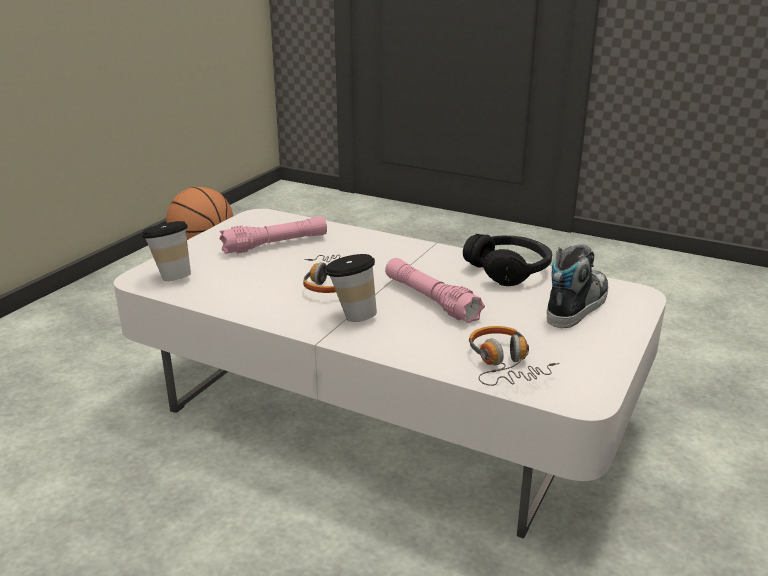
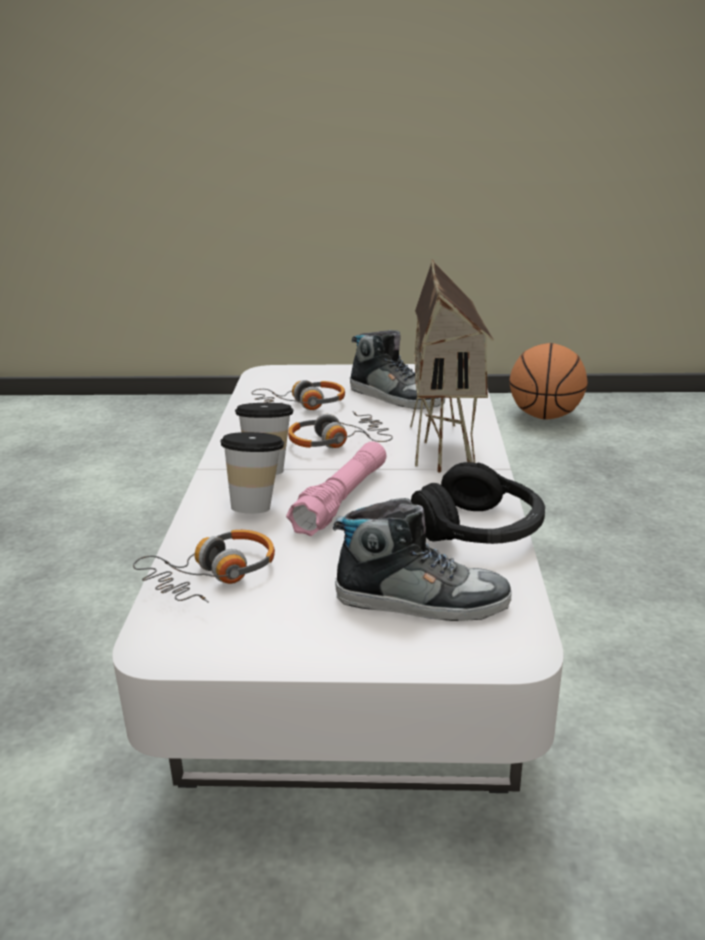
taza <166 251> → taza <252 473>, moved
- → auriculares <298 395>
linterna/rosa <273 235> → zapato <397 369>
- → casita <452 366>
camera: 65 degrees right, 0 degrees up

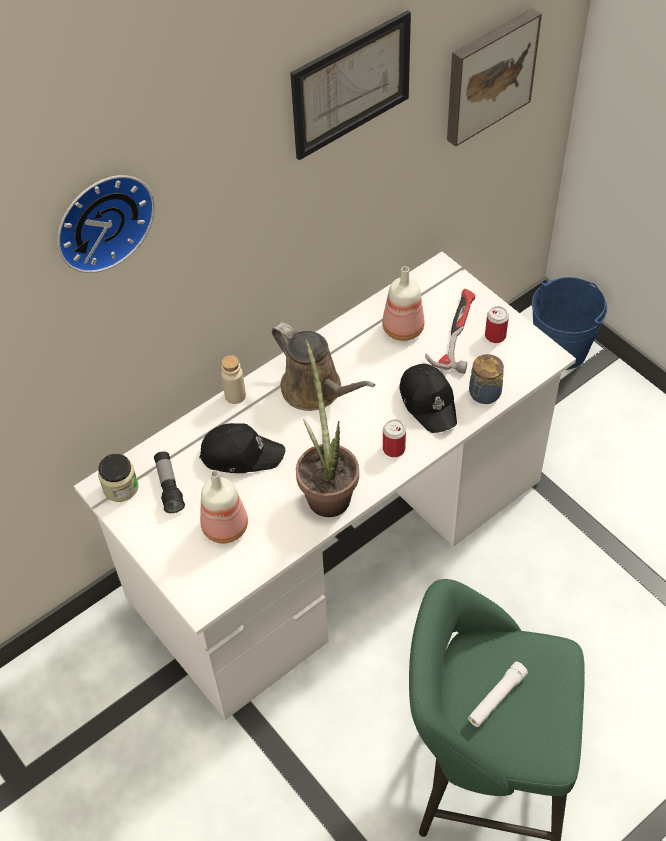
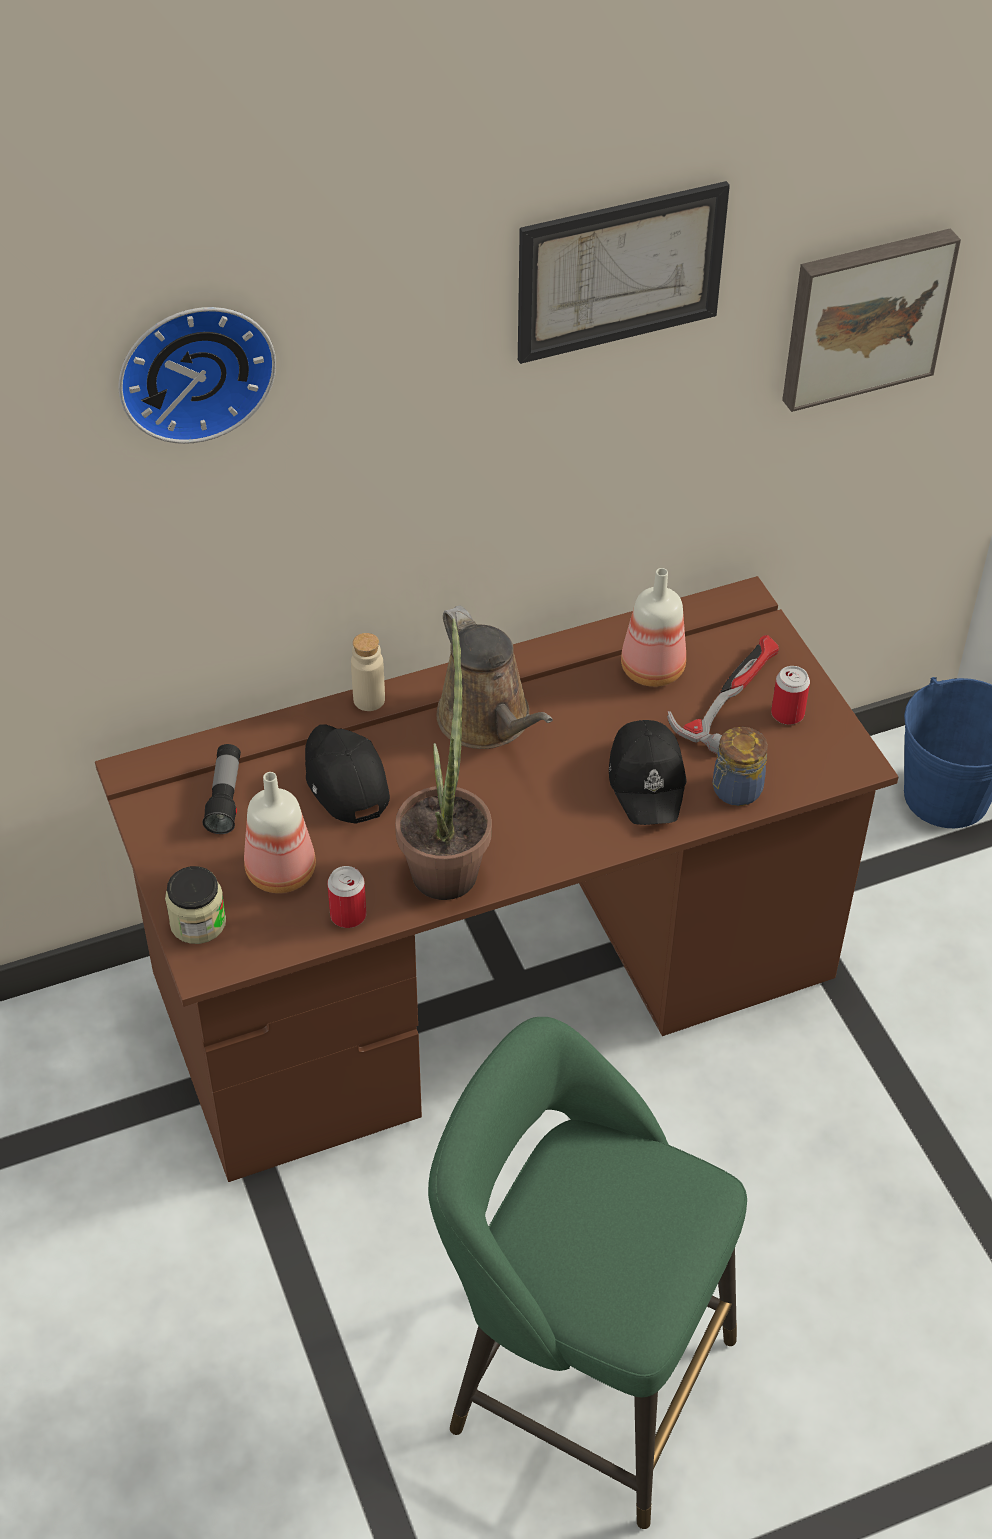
escritorio/blanco <325 485> → escritorio/marrón <497 879>
tarro <118 478> → tarro <195 905>, moved
gorra/negro <243 448> → gorra/negro <347 773>, 135 degrees counterclockwise
lata <394 438> → lata <347 897>, moved
linterna/blanco <498 694> → -
camera: 15 degrees right, 5 degrees down

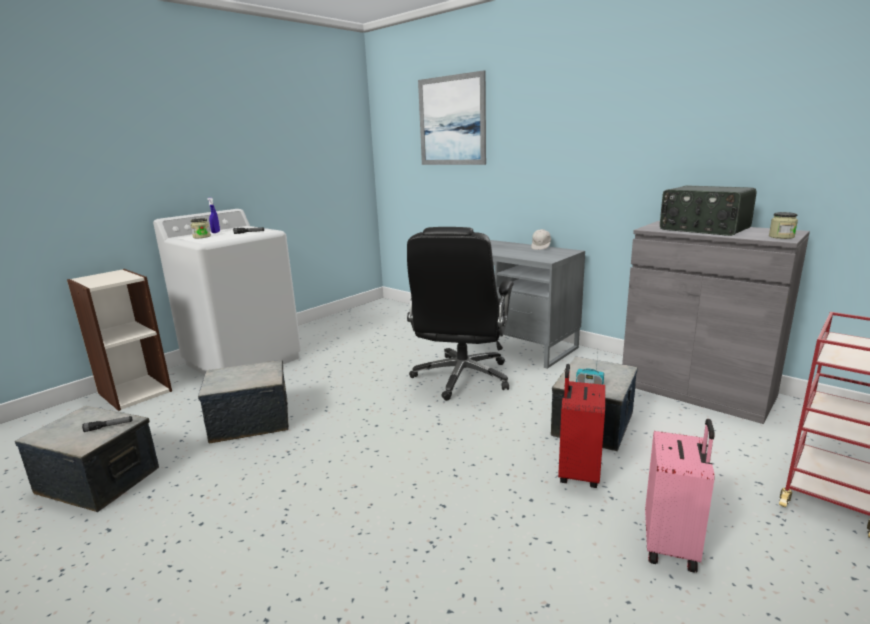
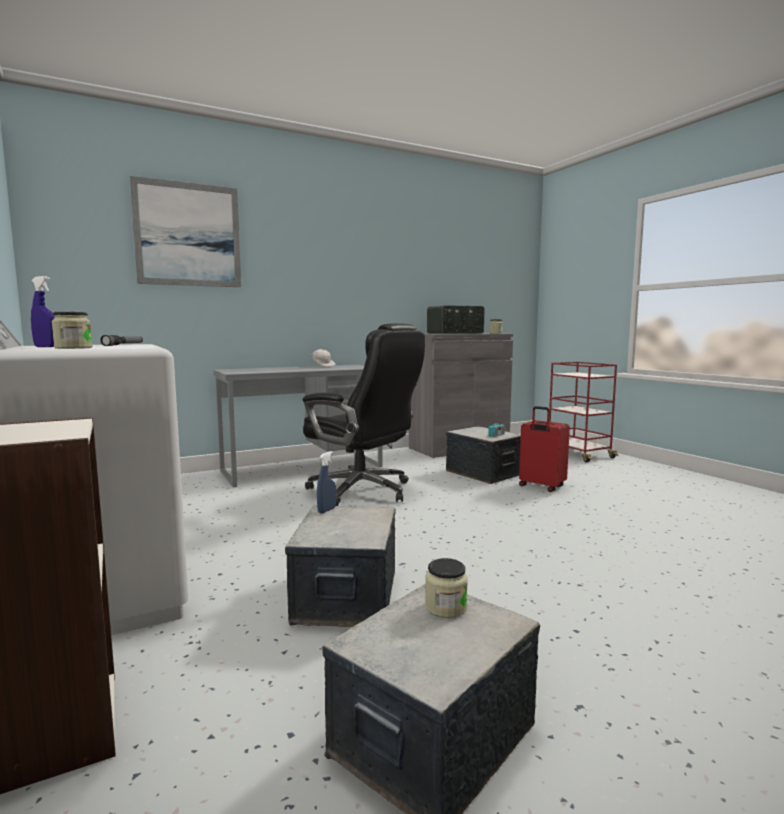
- → pulverizador/azul <326 482>
linterna <107 424> → tarro <446 588>
maleta/rosa <680 496> → -
camera: 70 degrees left, 10 degrees down

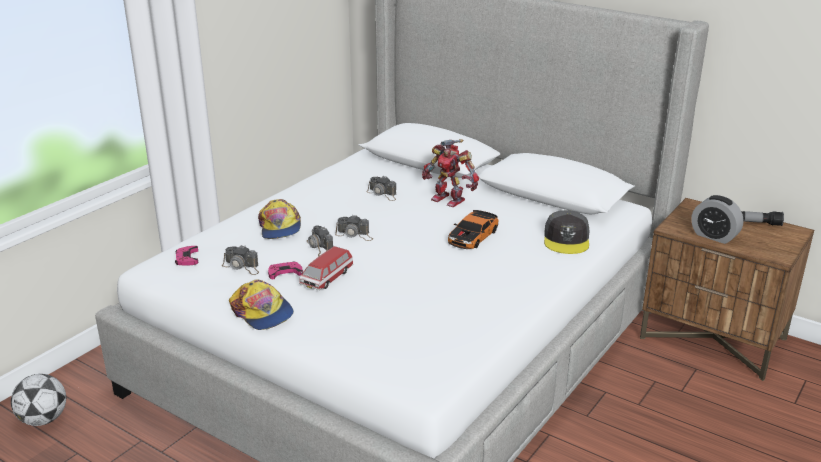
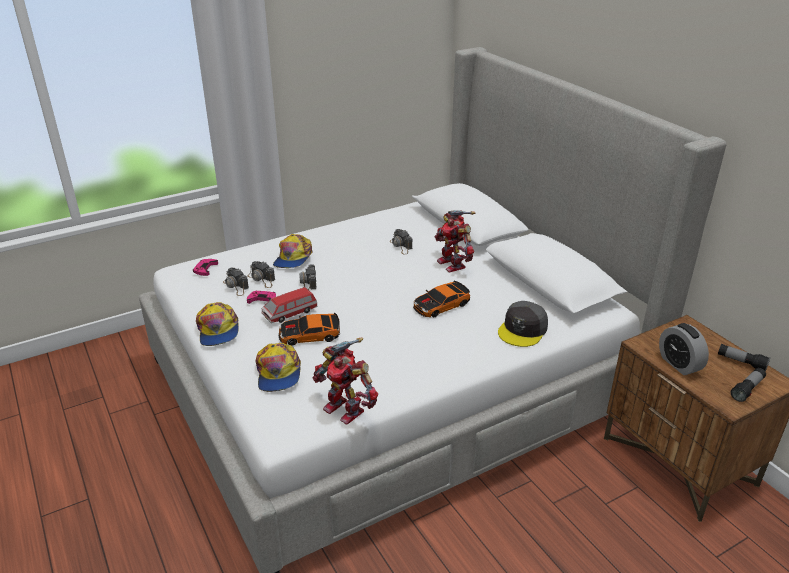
cámara <354 228> → cámara <261 274>, moved
- → gorra <278 367>
- → coche de juguete <309 329>
- → robot de juguete <345 381>
- → linterna <748 385>
balón de fútbol <38 400> → -
camera: 25 degrees right, 5 degrees up

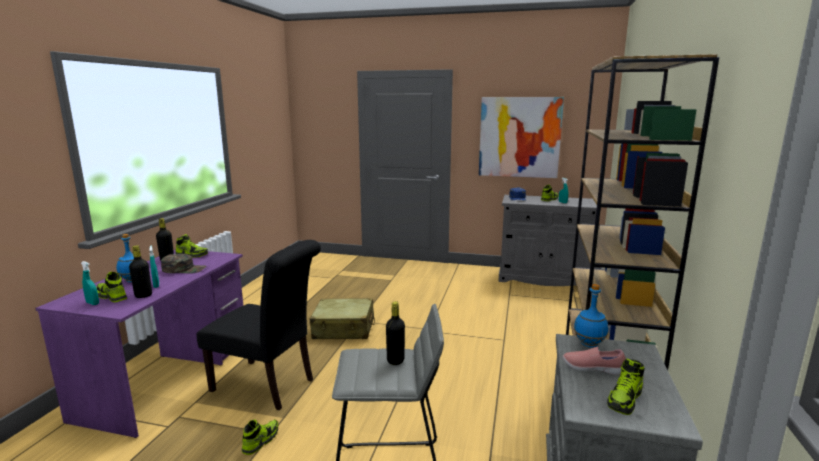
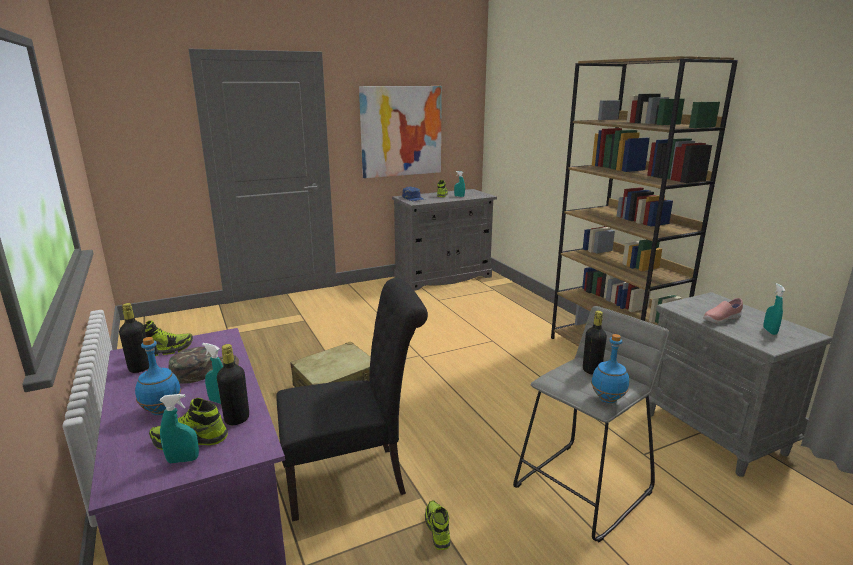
botella/azul <591 316> → botella/azul <610 368>, moved
zapato <625 387> → pulverizador/turquesa <774 309>
camera: 40 degrees left, 5 degrees up

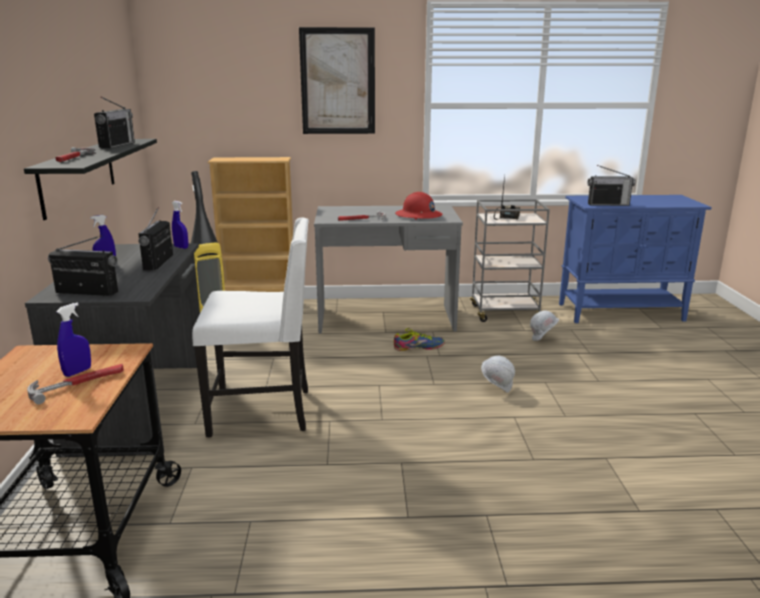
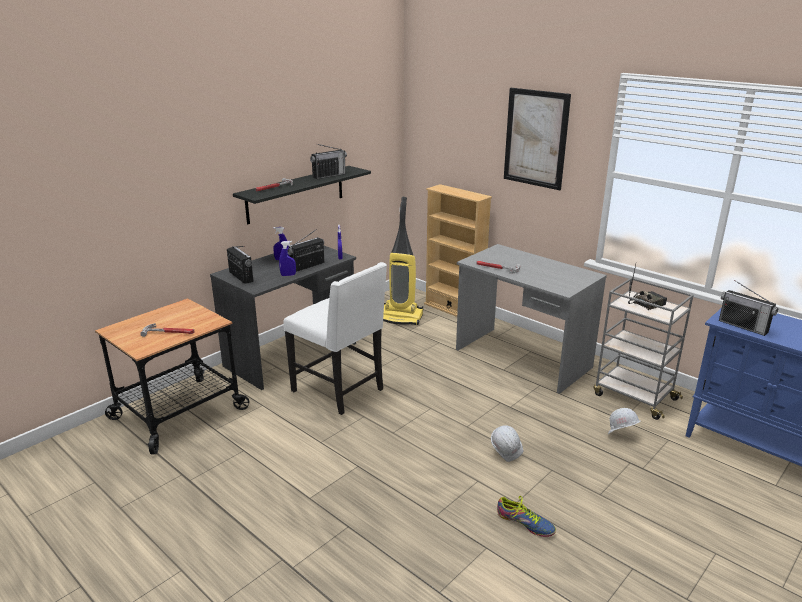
pulverizador/azul <73 340> → pulverizador/azul <287 258>, moved
zapato <419 339> → zapato <526 516>, moved
casco/rojo <419 206> → -
camera: 45 degrees right, 5 degrees up

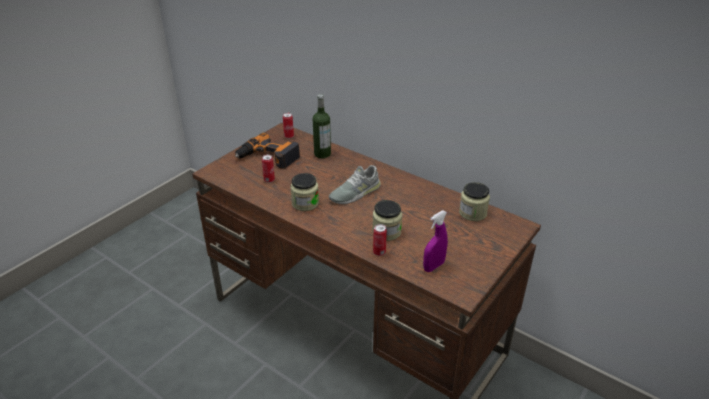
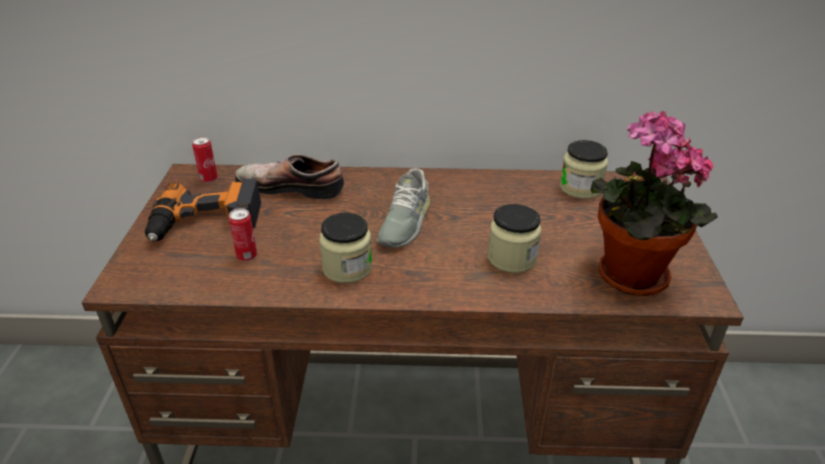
botella <322 126> → zapato <289 176>
pulverizador/morado <435 241> → planta en maceta <654 203>
lata <380 240> → -
camera: 35 degrees left, 0 degrees up

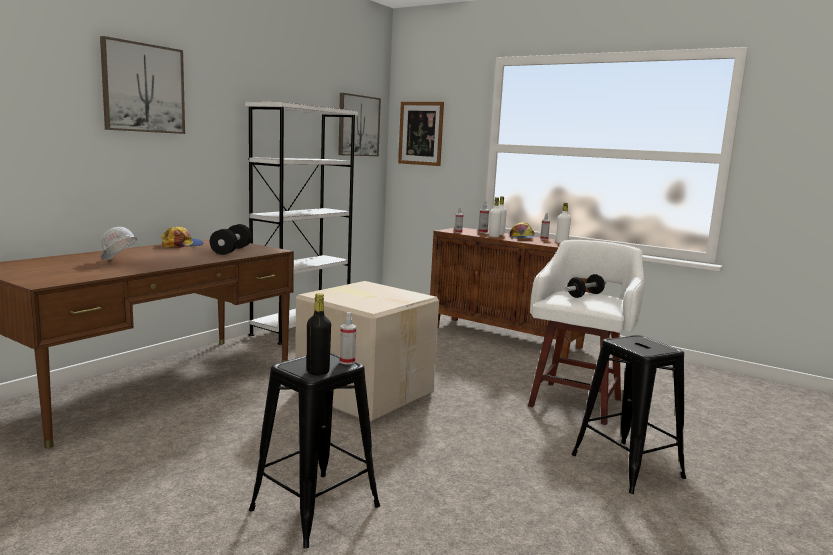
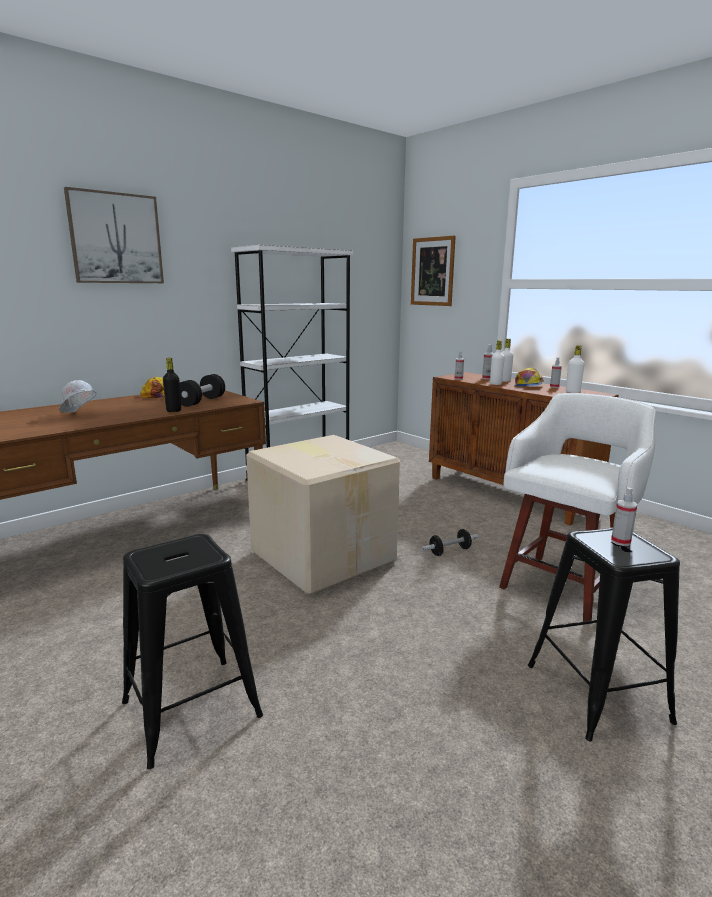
botella/negro <319 334> → botella/negro <172 385>, moved
mancuerna <585 286> → mancuerna <450 542>, moved
pulverizador <348 338> → pulverizador <624 516>, moved
cuadro <359 124> → -
camera: 15 degrees right, 5 degrees up

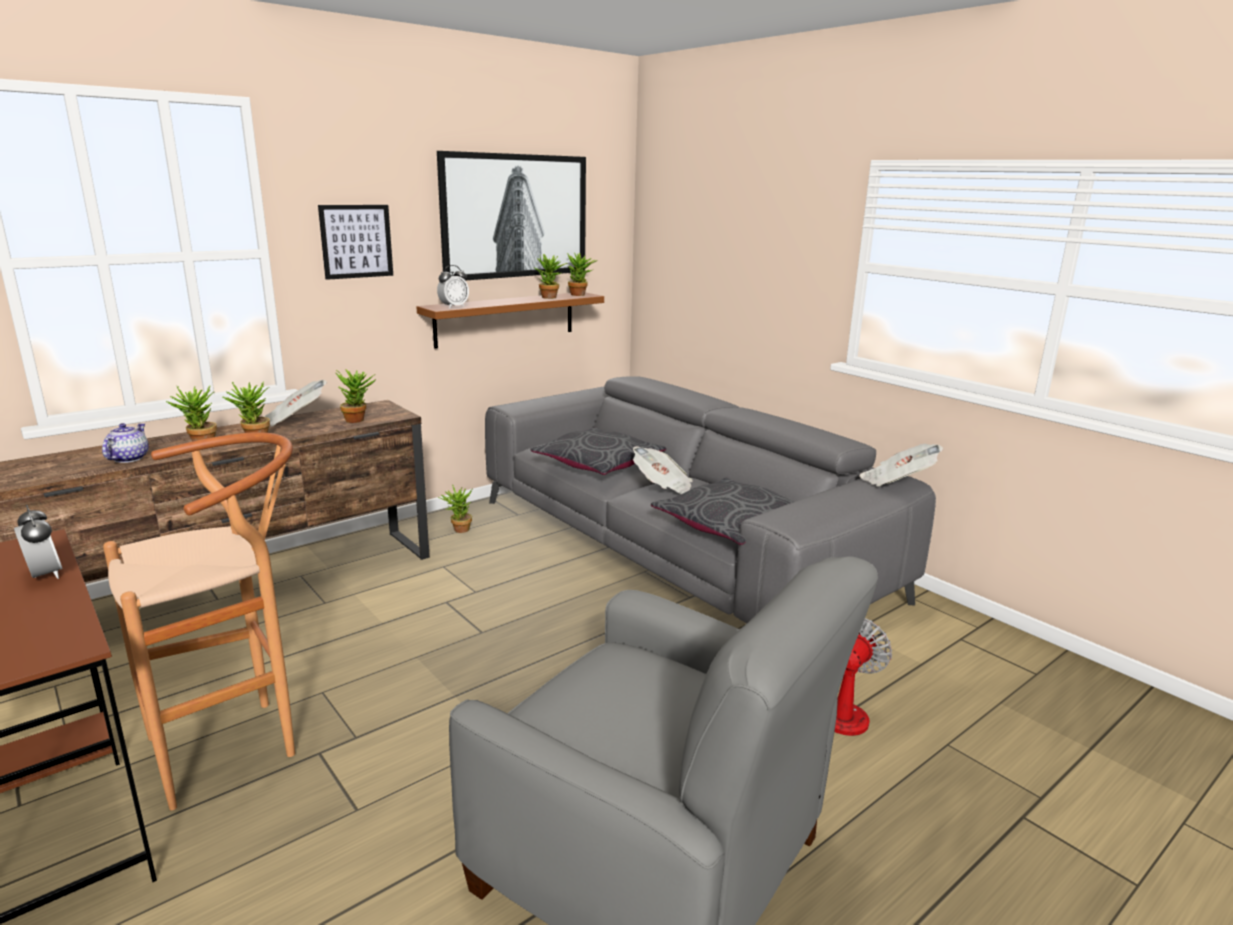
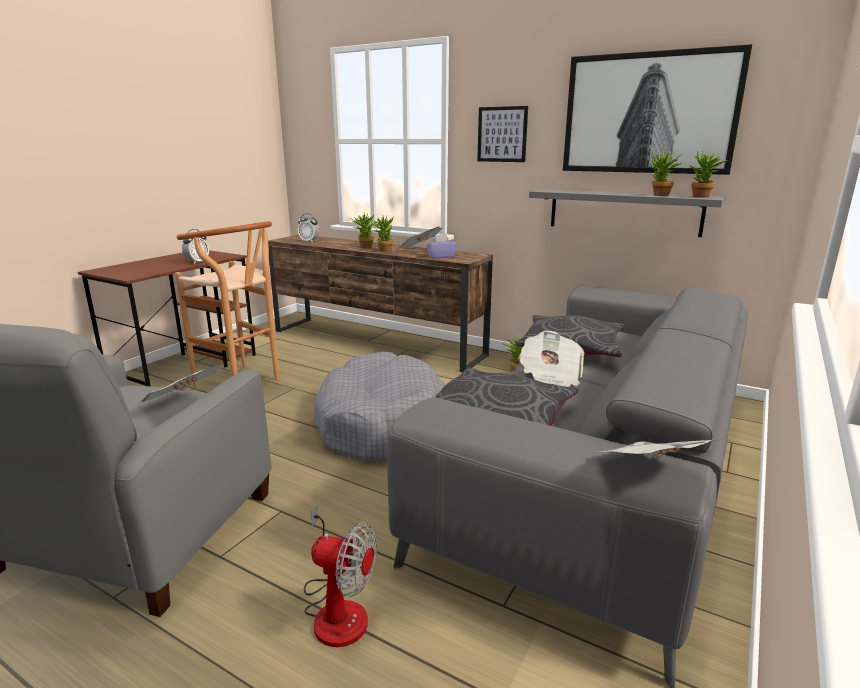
- → periódico <180 384>
despertador <453 287> → despertador <309 228>, moved
- → cama para perro/gris <379 407>
planta en maceta <355 396> → caja de pañuelos/morado <441 246>
estante/marrón <510 320> → estante/gris <627 213>
tetera <125 443> → -
camera: 70 degrees right, 0 degrees up

